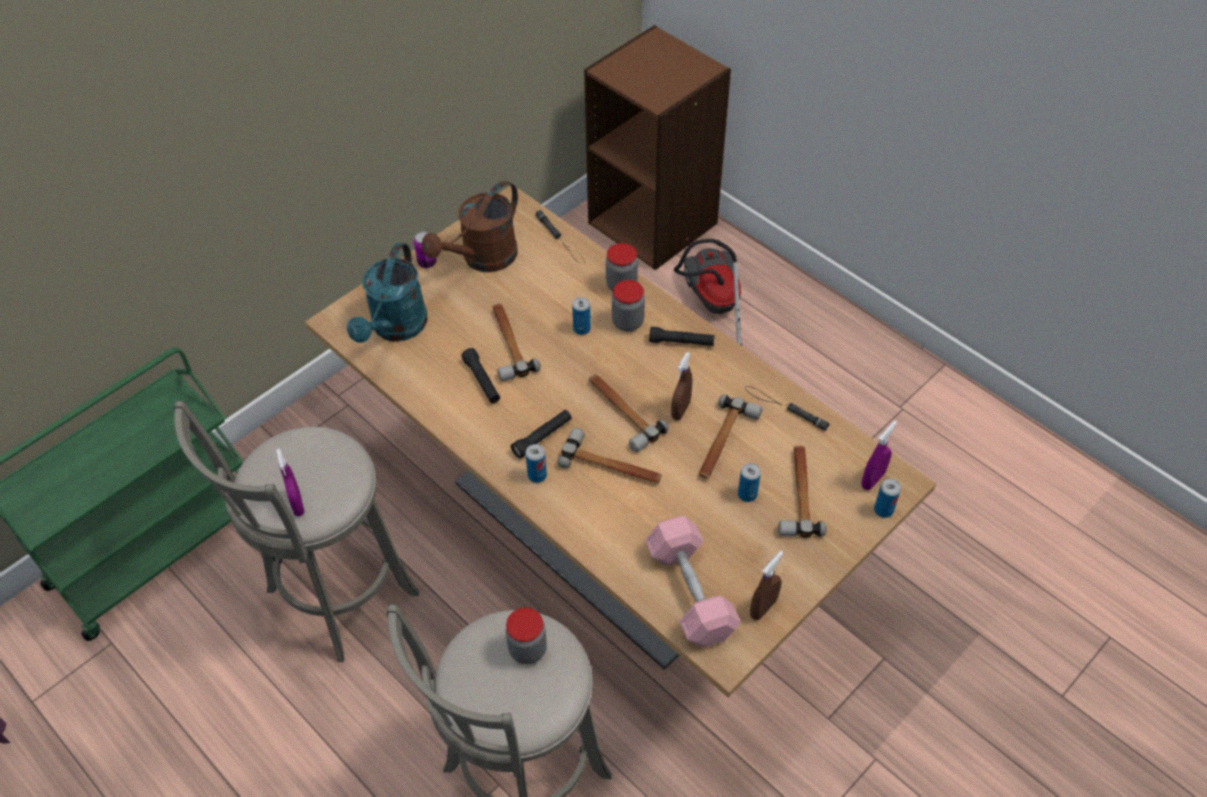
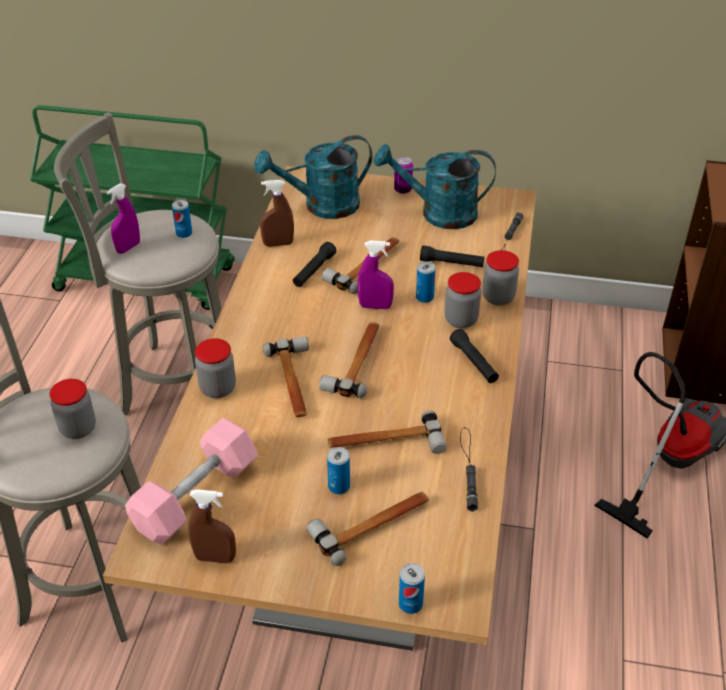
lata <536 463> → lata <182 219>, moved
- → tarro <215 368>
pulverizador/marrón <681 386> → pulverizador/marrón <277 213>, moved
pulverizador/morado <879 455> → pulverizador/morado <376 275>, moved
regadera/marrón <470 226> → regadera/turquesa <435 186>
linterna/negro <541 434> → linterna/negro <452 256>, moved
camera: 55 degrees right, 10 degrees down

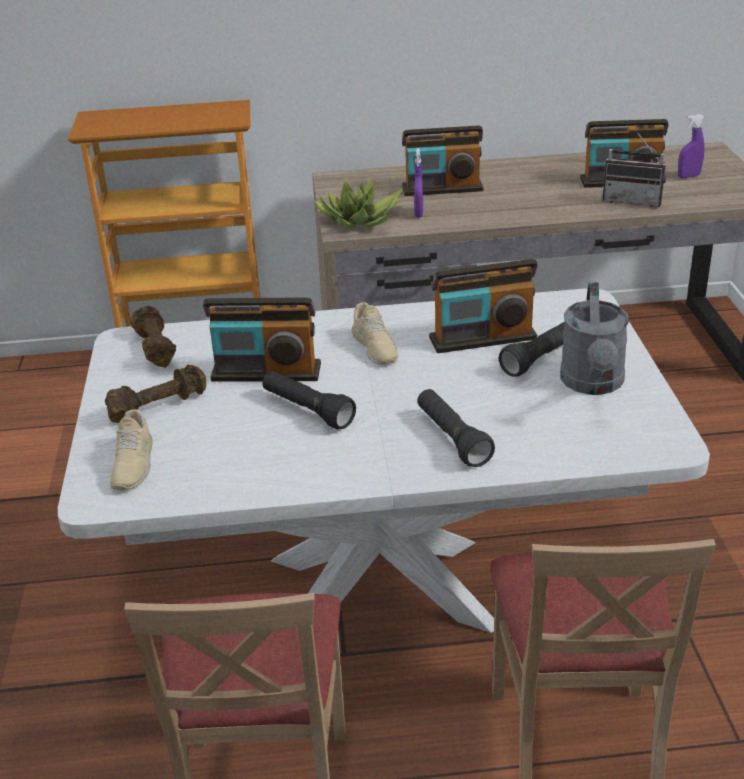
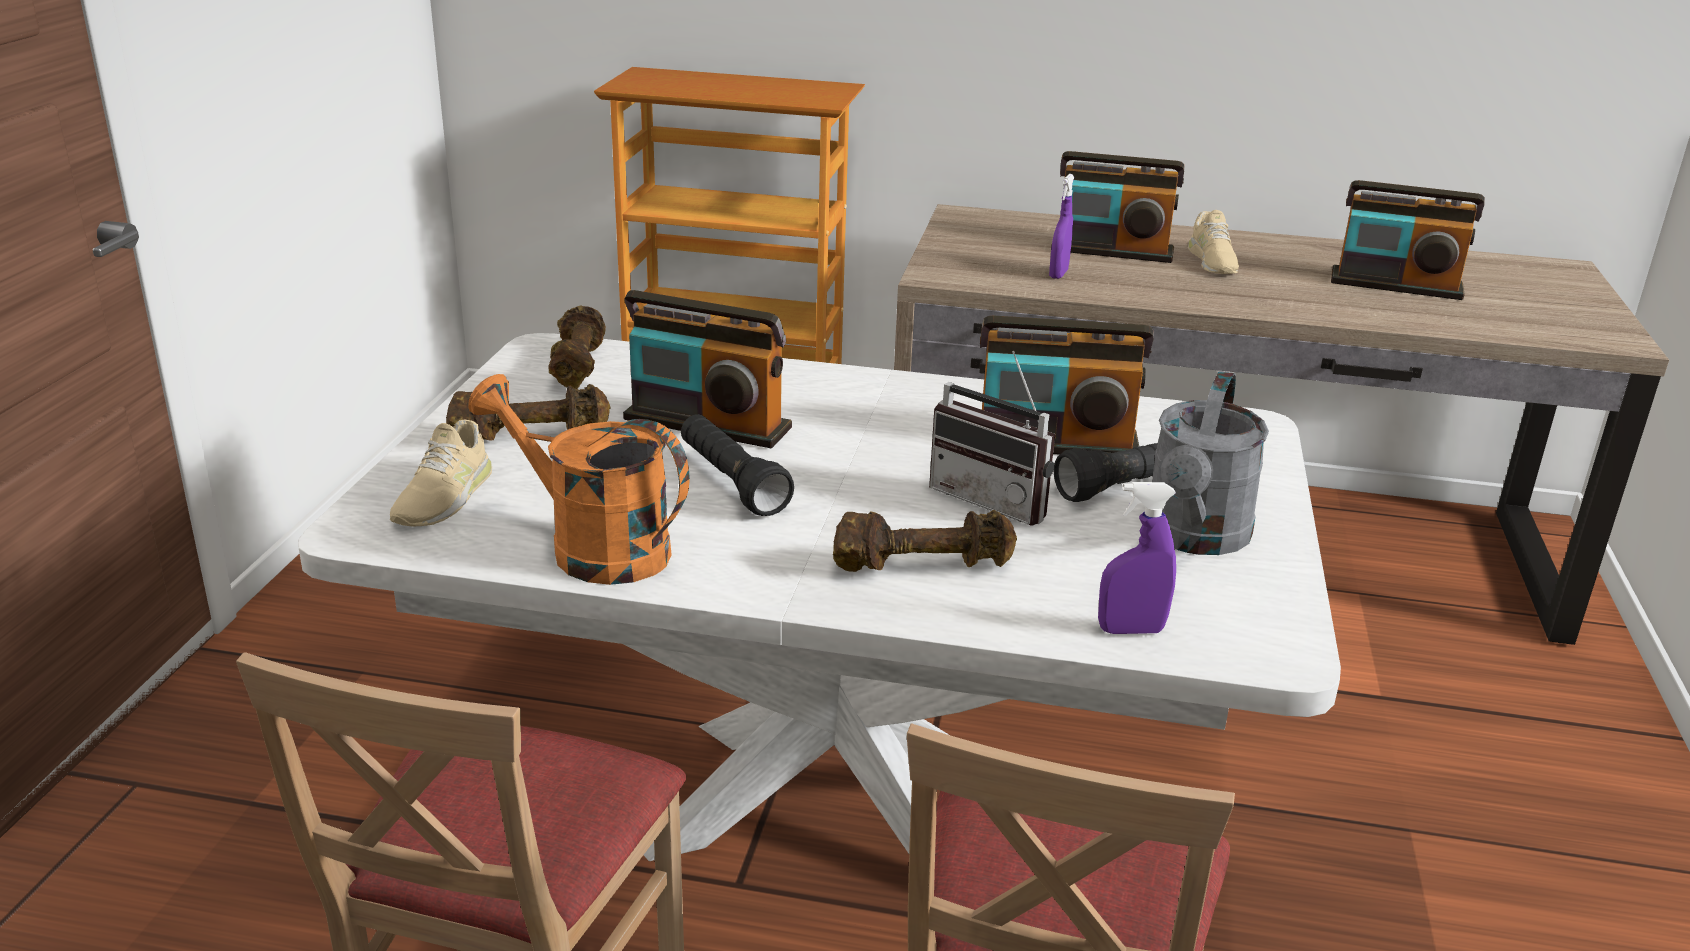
- → regadera/naranja <579 479>
linterna/negro <456 428> → mancuerna/marrón <925 541>
radio <634 168> → radio <992 438>, moved
pulverizador/morado <691 146> → pulverizador/morado <1137 558>, moved
zapato/beis <375 333> → zapato/beis <1213 242>, moved
planta en maceta <359 204> → -
camera: 15 degrees right, 5 degrees down

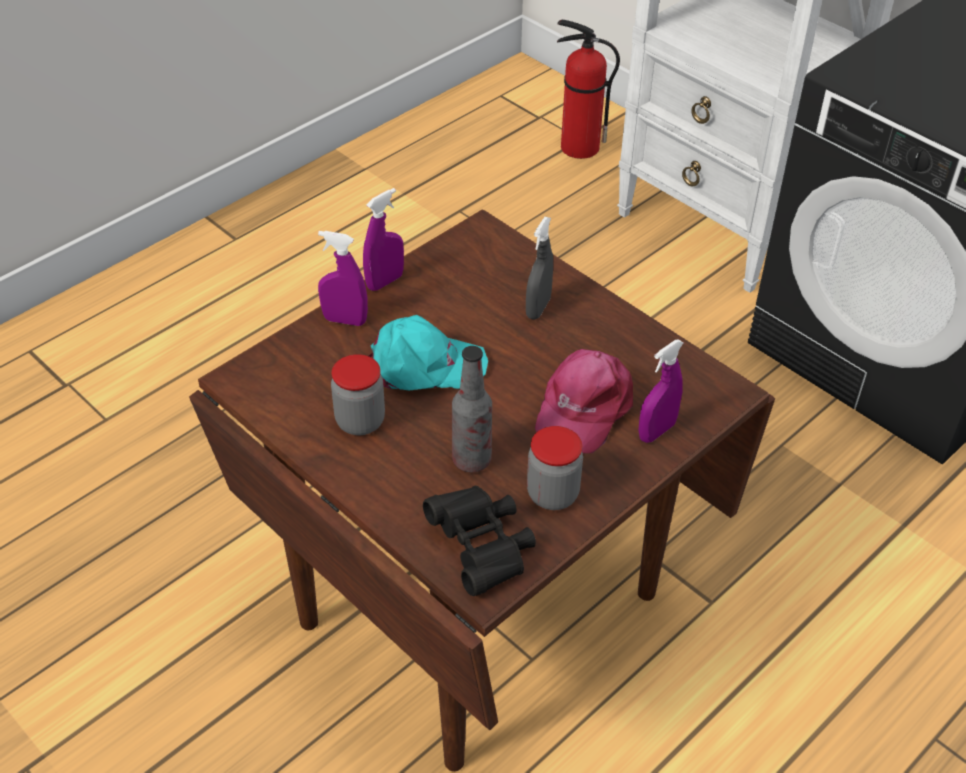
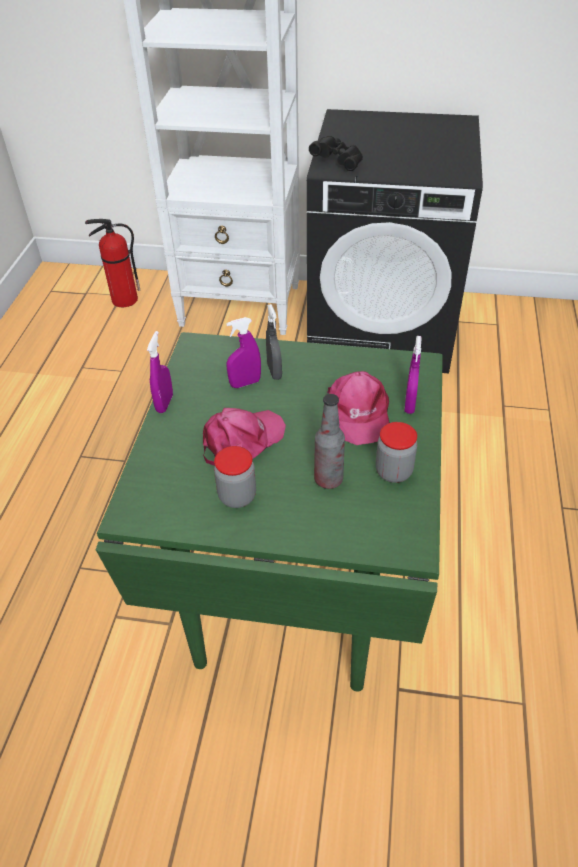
mesa de comedor/marrón <482 491> → mesa de comedor/verde <269 512>
gorra/turquesa <428 353> → gorra/rosa <244 437>
pulverizador/morado <343 278> → pulverizador/morado <243 352>, moved
prismáticos/negro <479 541> → prismáticos/negro <336 153>, moved
camera: 35 degrees left, 0 degrees up

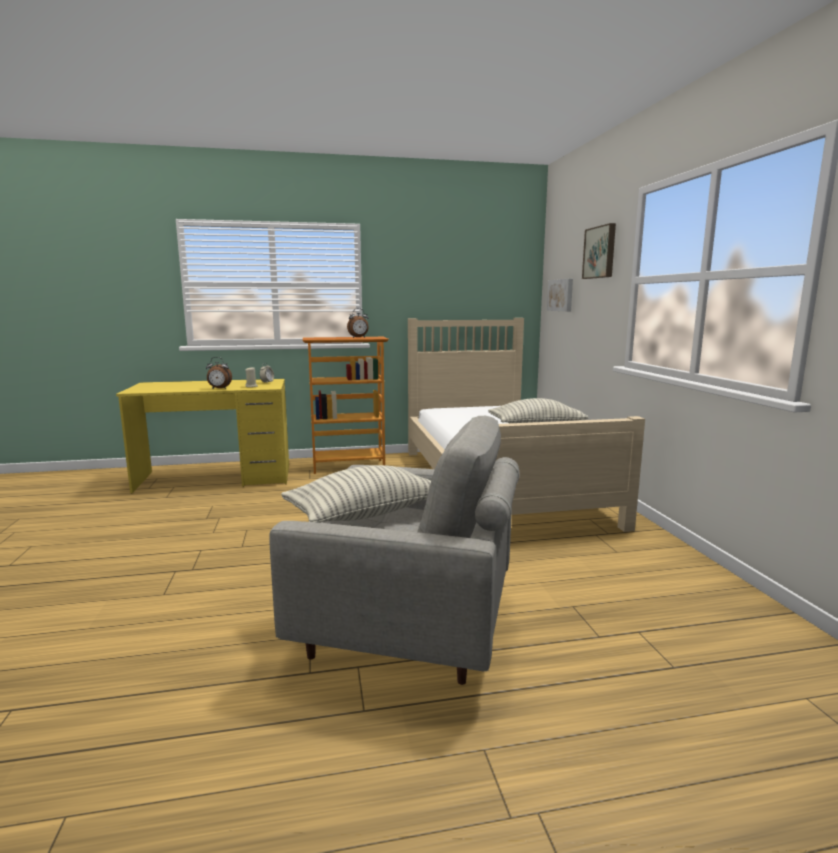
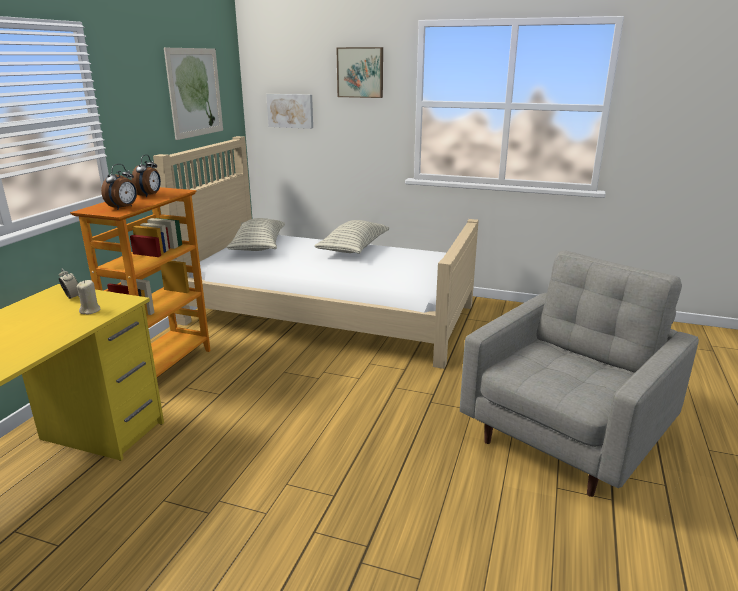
despertador <219 373> → despertador <119 187>, moved
- → cuadro <193 94>
cojín <356 494> → cojín <256 234>, moved
camera: 60 degrees left, 10 degrees up

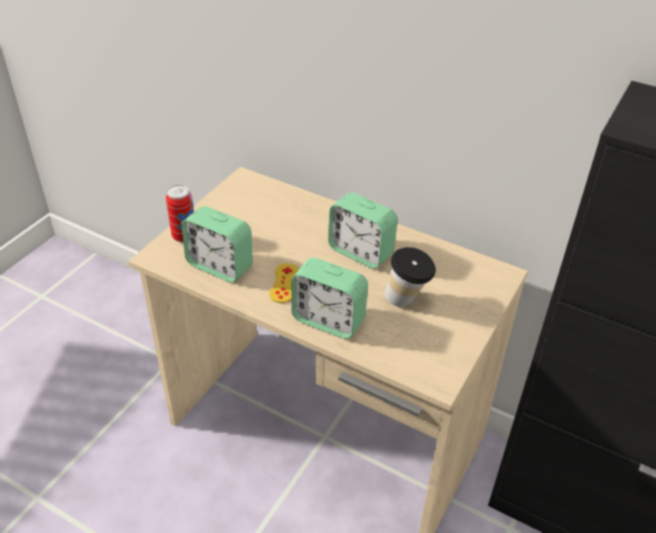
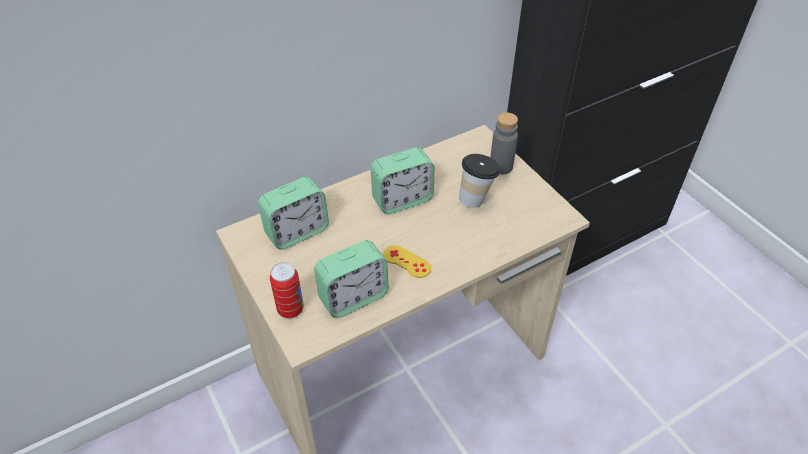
despertador <329 298> → despertador <293 213>, moved
- → botella/gris <504 143>
camera: 60 degrees left, 5 degrees up

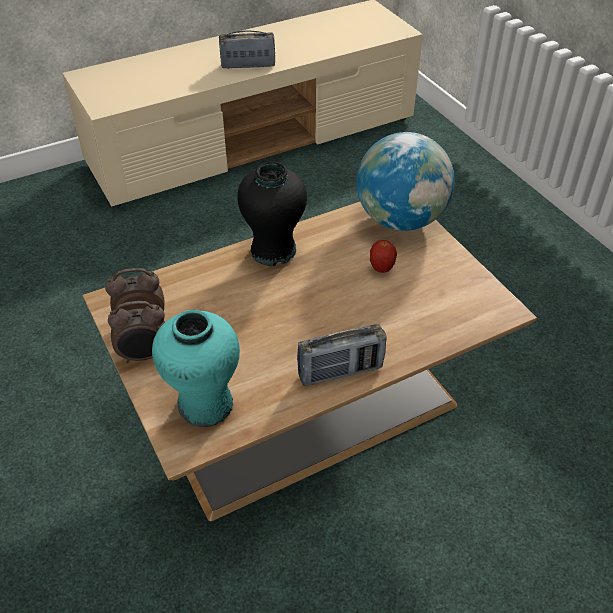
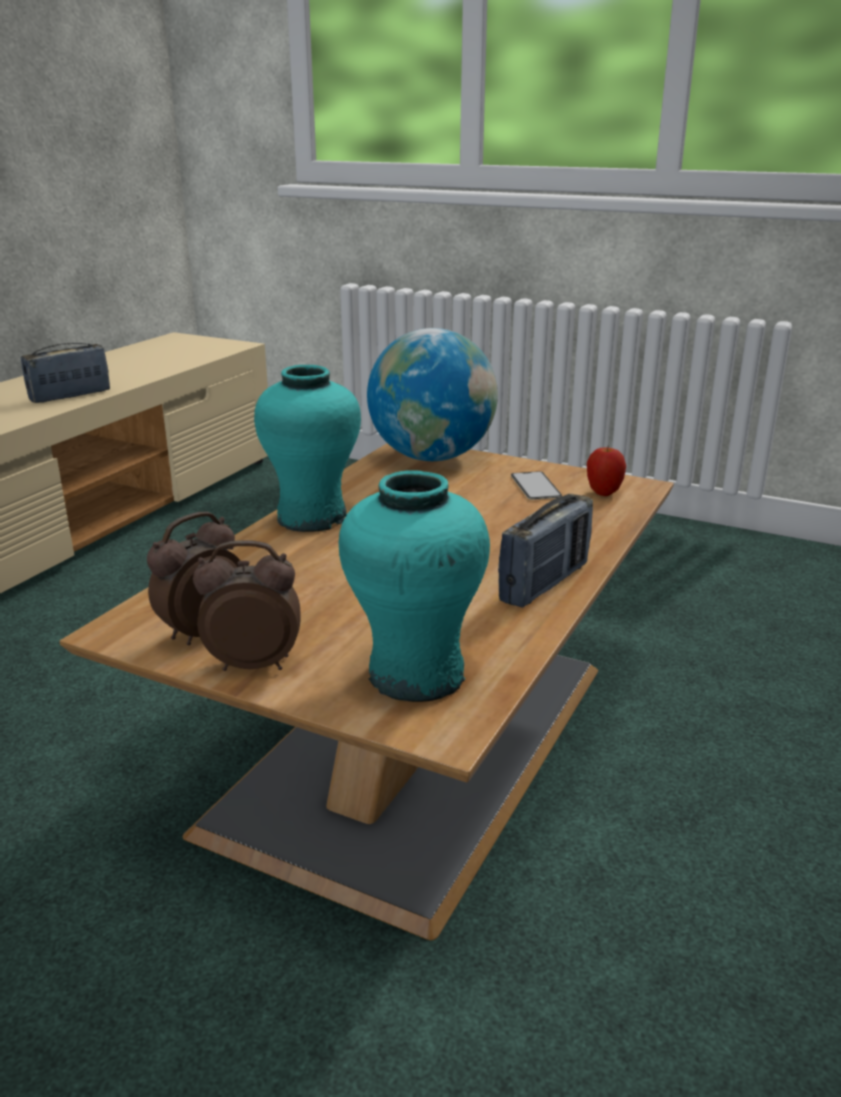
despertador <136 332> → despertador <247 605>, 135 degrees counterclockwise
florero/negro <272 213> → florero/turquesa <307 448>
- → móvil <536 485>
manzana <383 256> → manzana <606 470>, moved
camera: 35 degrees left, 20 degrees down

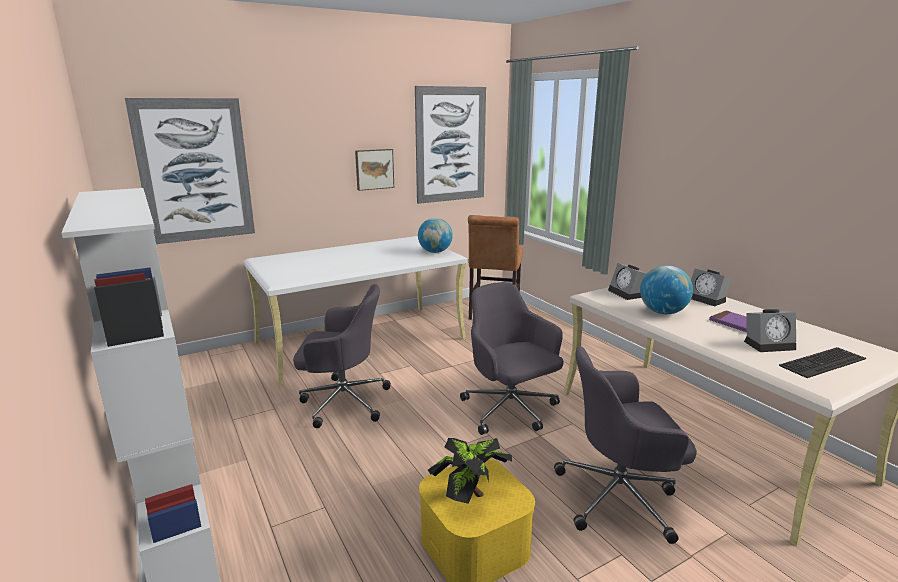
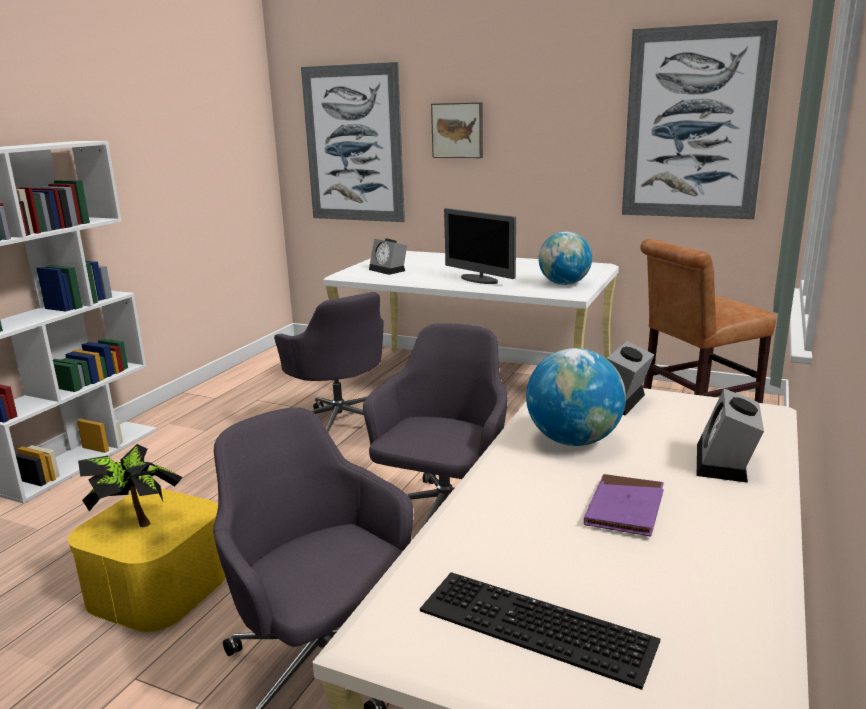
despertador <770 330> → despertador <388 256>, moved
cuadro <374 170> → cuadro <457 130>, moved
- → monitor <480 246>
camera: 55 degrees right, 0 degrees up

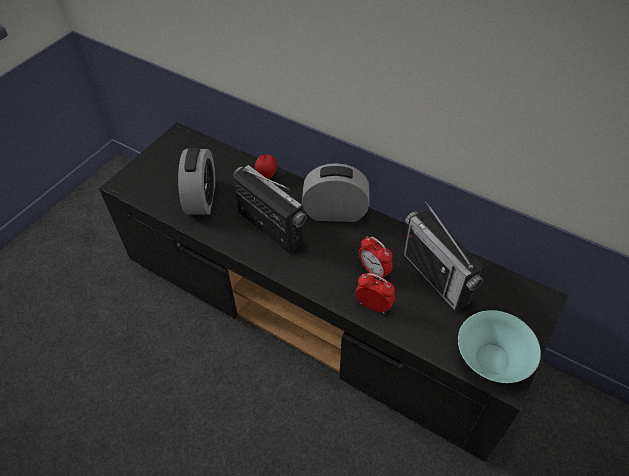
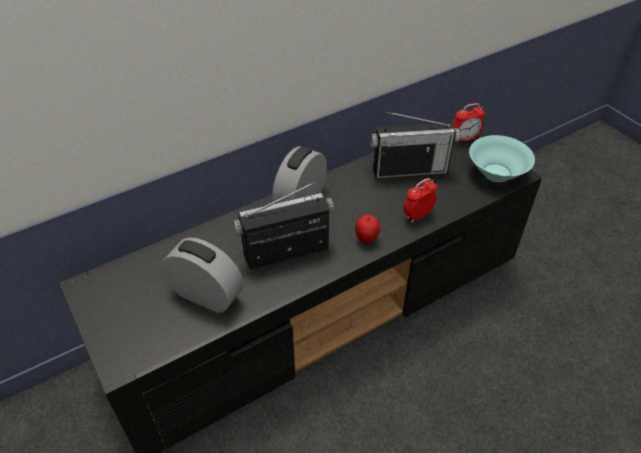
manzana <266 167> → manzana <368 229>, moved
despertador <375 258> → despertador <469 123>, moved
camera: 65 degrees left, 5 degrees down

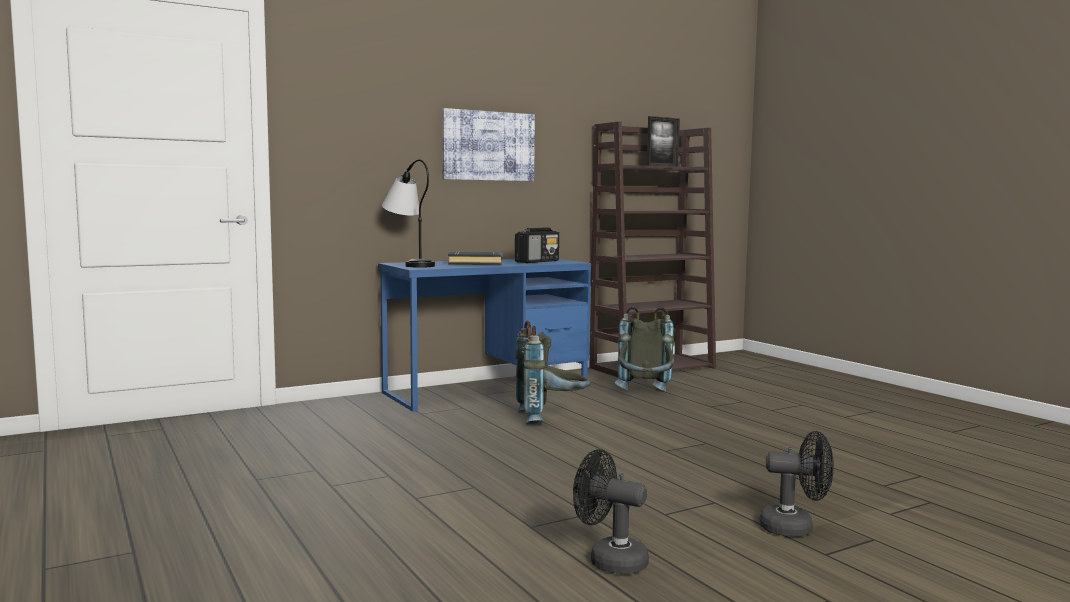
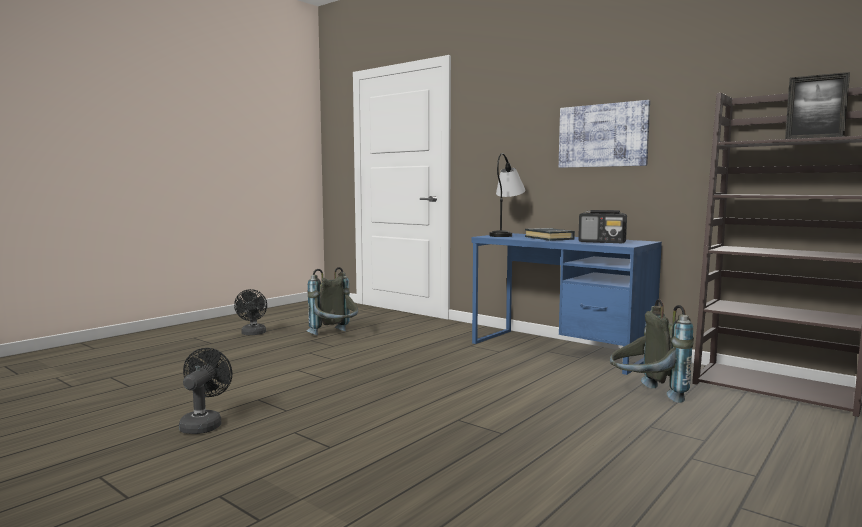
ventilador/negro <796 483> → ventilador/negro <250 312>, moved
mochila/gris <552 372> → mochila/gris <332 301>, moved
camera: 70 degrees right, 0 degrees up

